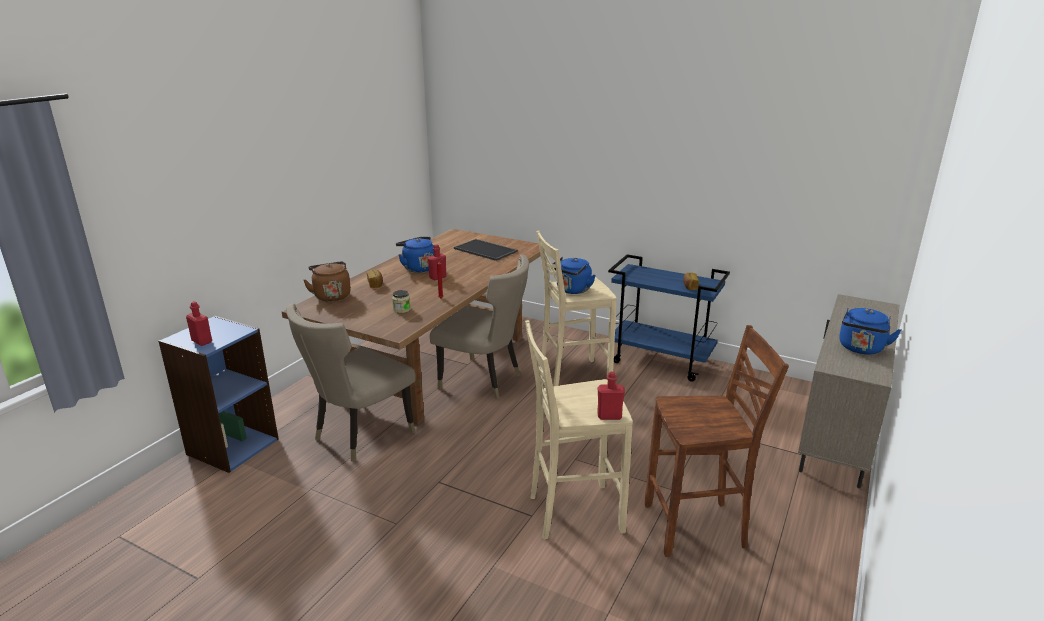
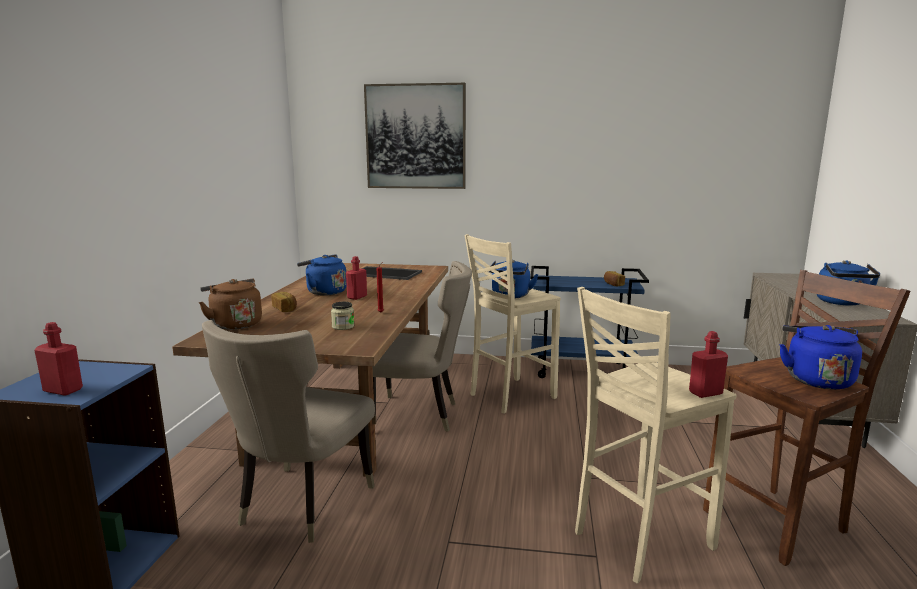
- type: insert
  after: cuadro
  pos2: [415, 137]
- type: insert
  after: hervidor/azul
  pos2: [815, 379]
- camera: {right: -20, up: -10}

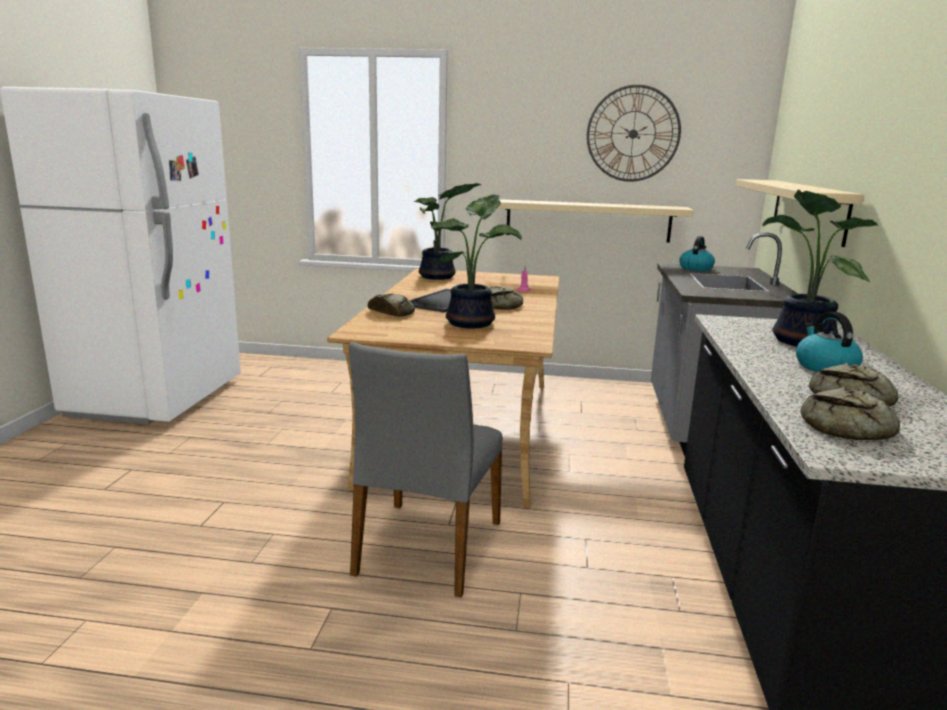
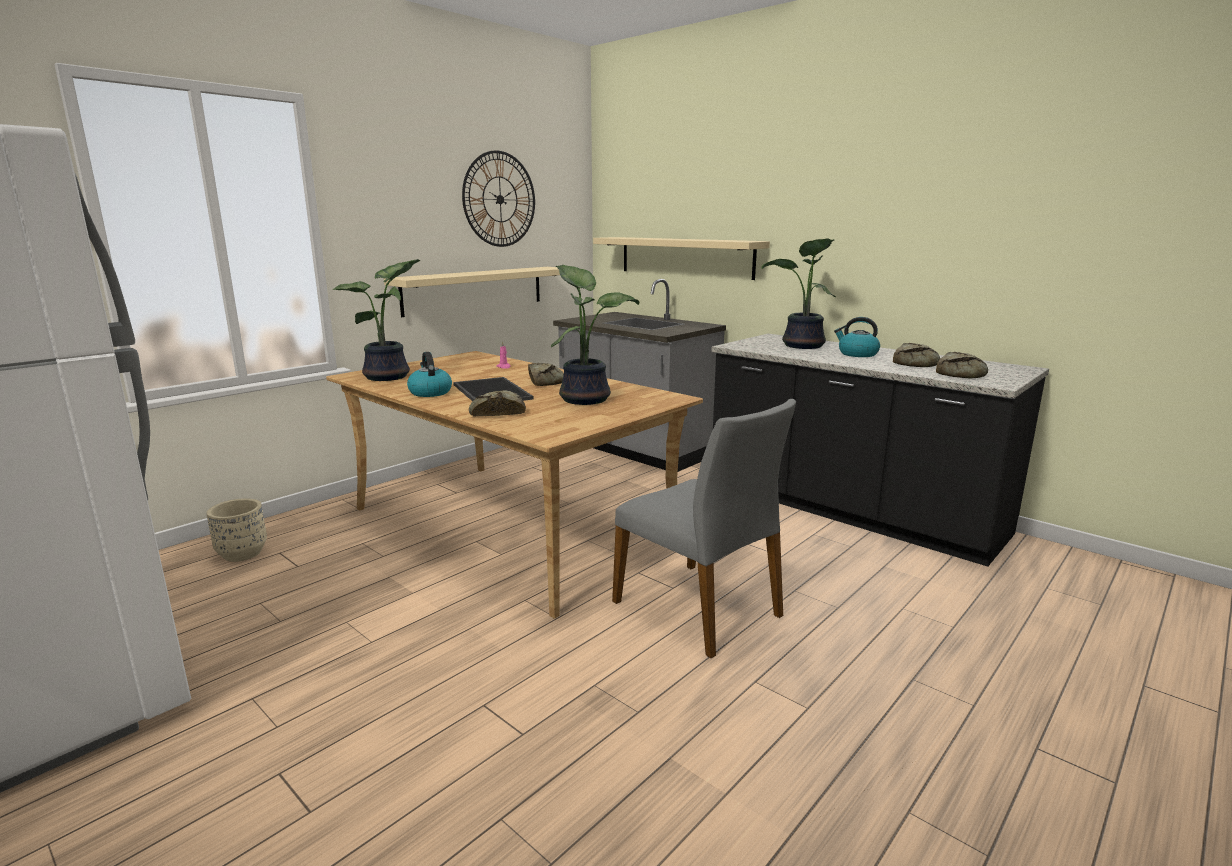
- type: move
  before: hervidor
  pos1: [696, 268]
  pos2: [430, 392]
- type: insert
  after: maceta/beis
  pos2: [242, 553]
- camera: {right: -55, up: 0}

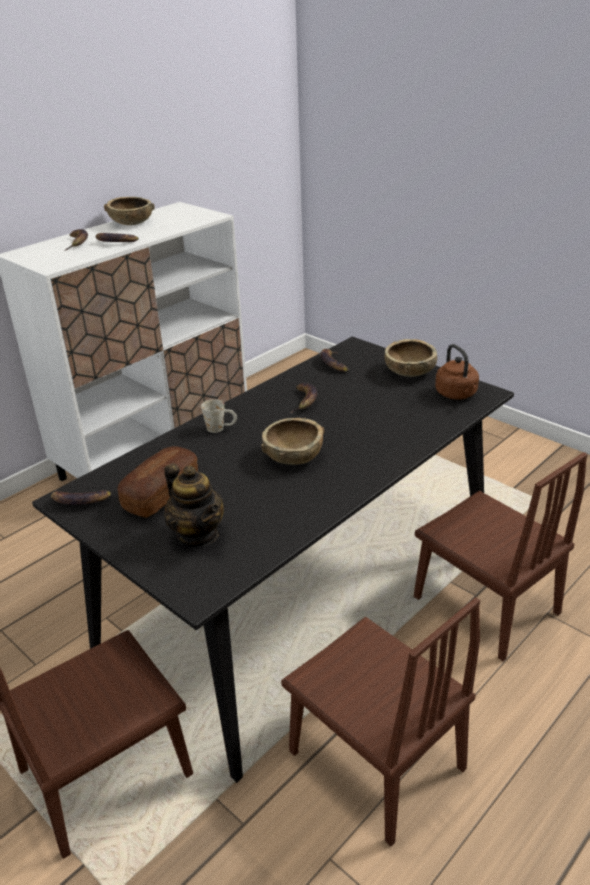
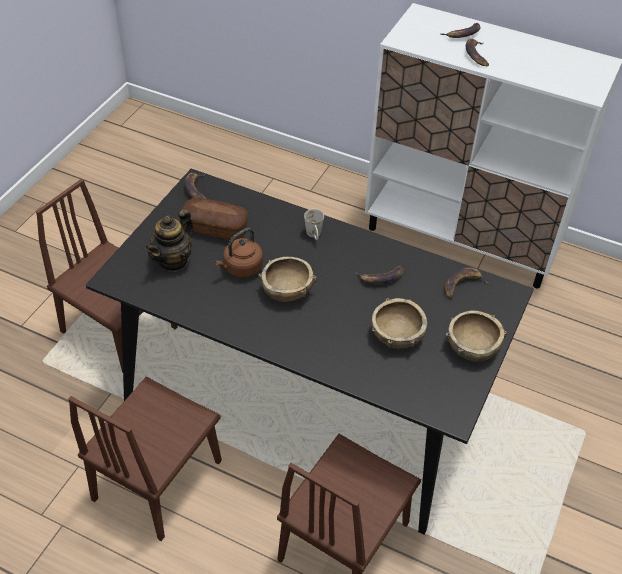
- type: move
  before: cuenco/marrón
  pos1: [131, 223]
  pos2: [397, 334]
- type: move
  before: hervidor/marrón
  pos1: [457, 394]
  pos2: [241, 269]
- camera: {right: 70, up: 15}

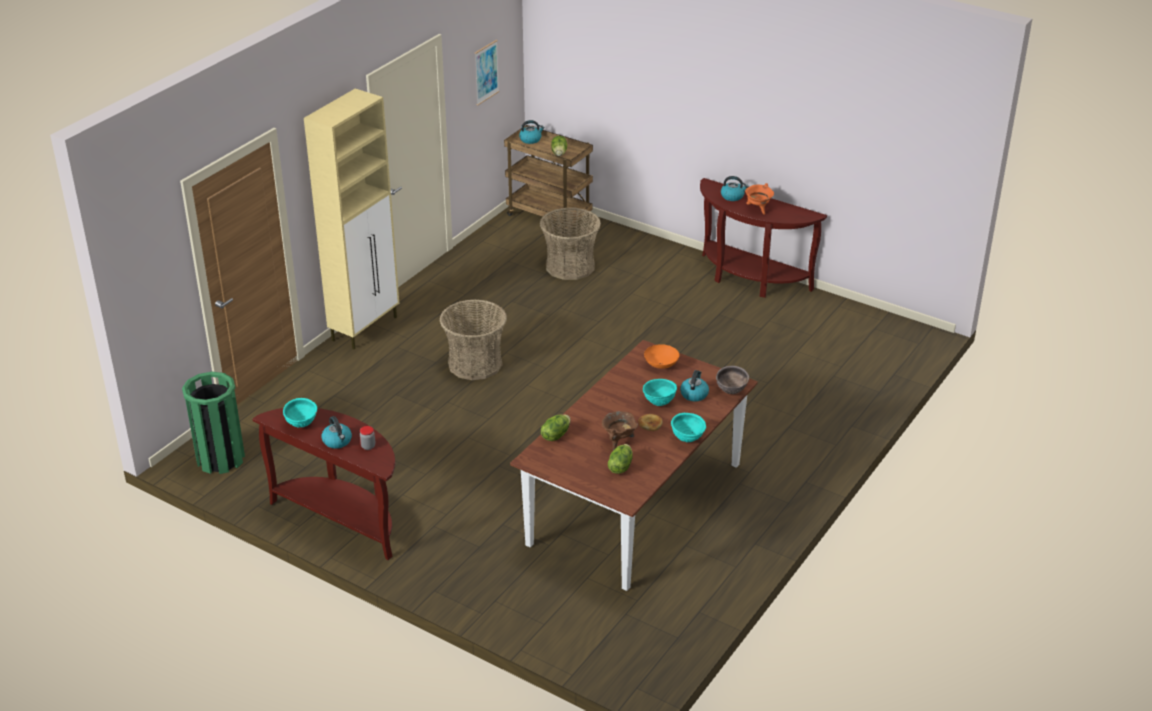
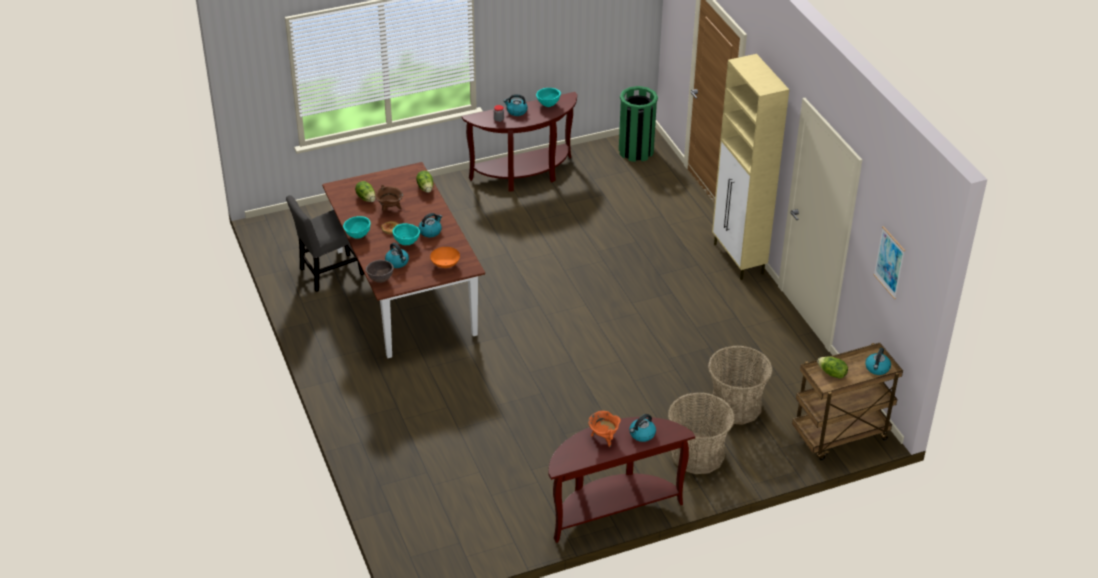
- type: move
  before: cesta
  pos1: [475, 364]
  pos2: [697, 454]
- type: insert
  after: silla/gris
  pos2: [328, 273]
- type: insert
  after: hervidor
  pos2: [430, 231]
- camera: {right: 125, up: 5}

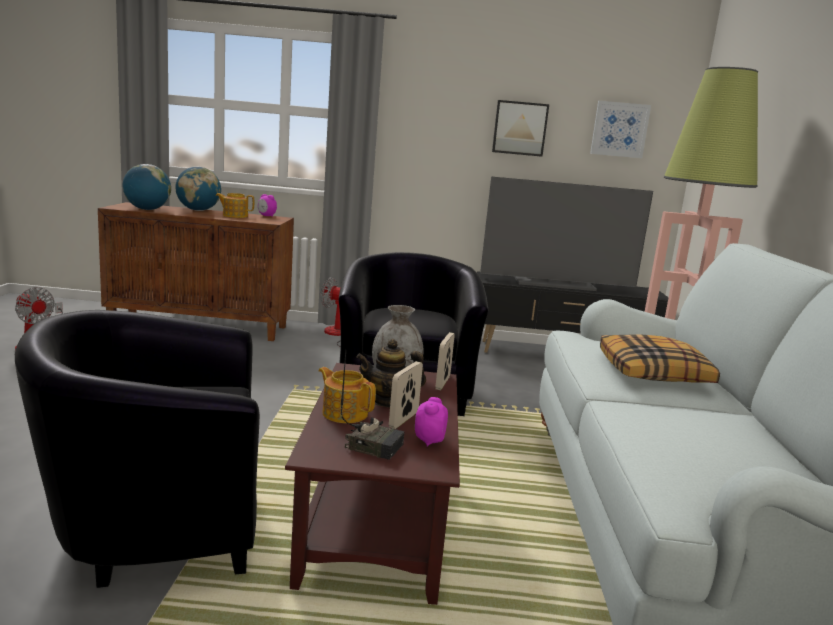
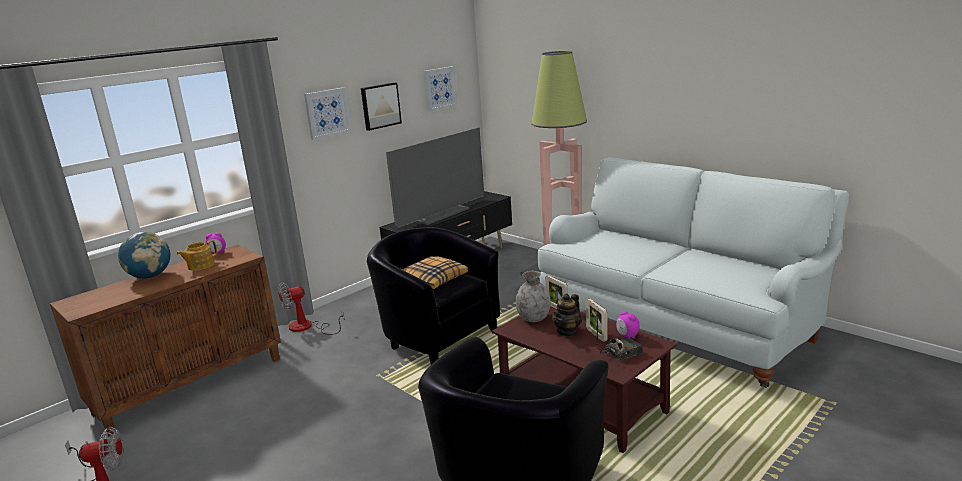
- type: delete
  before: globo terráqueo
  pos1: [147, 209]
- type: delete
  before: tetera
  pos1: [344, 413]
- type: move
  before: cojín
  pos1: [654, 372]
  pos2: [433, 279]
- type: insert
  after: cuadro
  pos2: [327, 113]
- camera: {right: -45, up: 5}

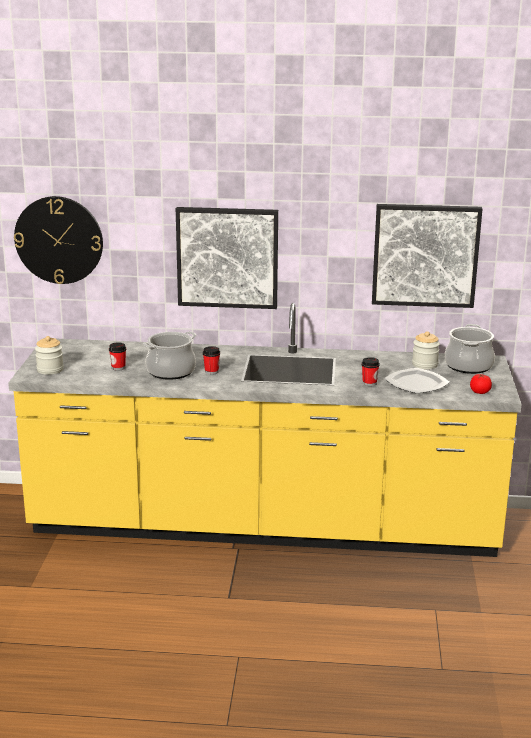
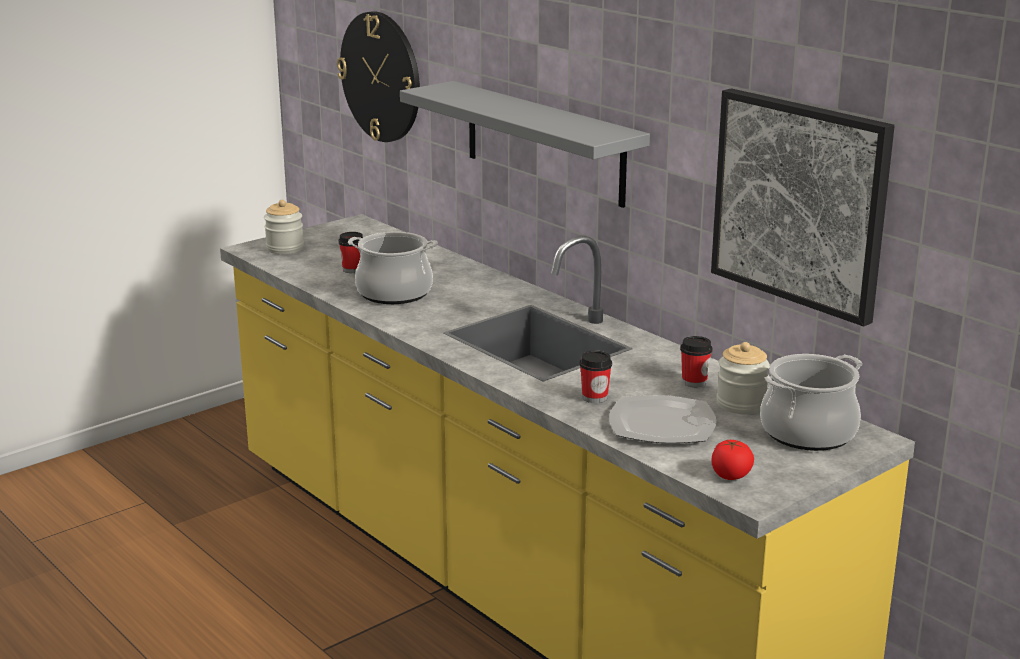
- type: replace
  before: cuadro
  after: estante/gris
  pos1: [227, 257]
  pos2: [544, 143]
- type: move
  before: taza
  pos1: [211, 371]
  pos2: [694, 382]
- camera: {right: 45, up: 0}

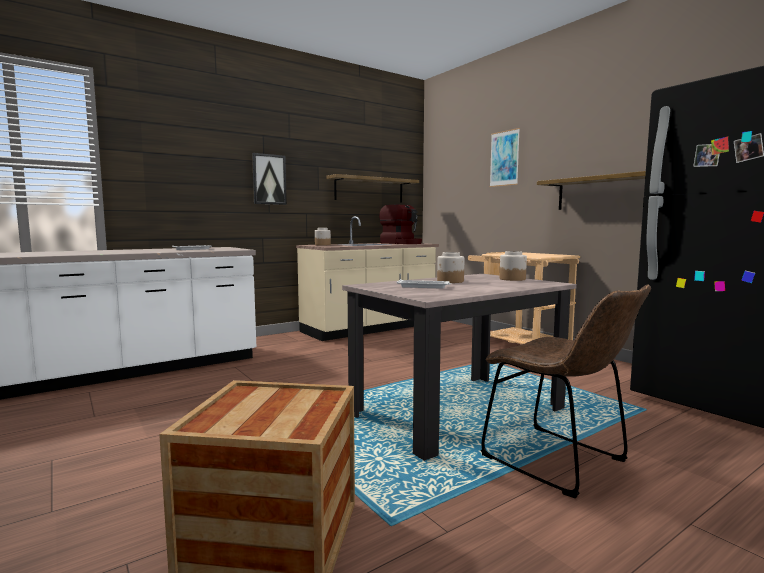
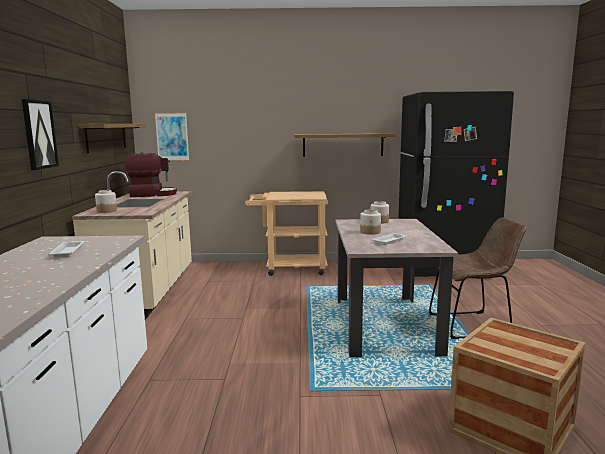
- type: move
  before: cuadro
  pos1: [504, 158]
  pos2: [172, 136]
- camera: {right: -55, up: 5}

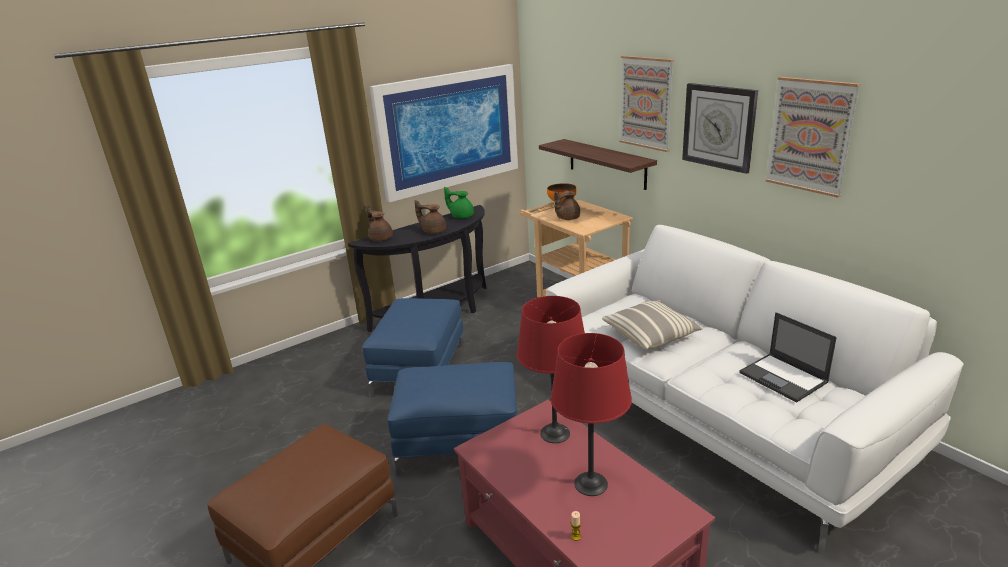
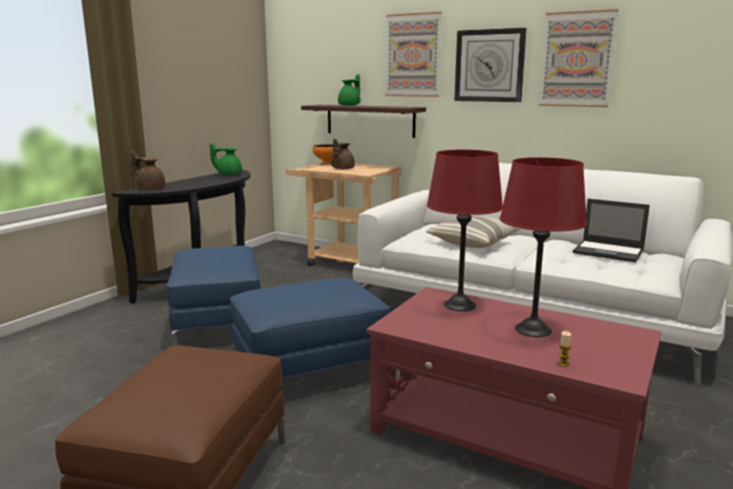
- type: delete
  before: cuadro
  pos1: [449, 130]
- type: delete
  before: tetera/marrón
  pos1: [433, 231]
- type: insert
  after: tetera/verde
  pos2: [350, 105]
- camera: {right: -25, up: -10}

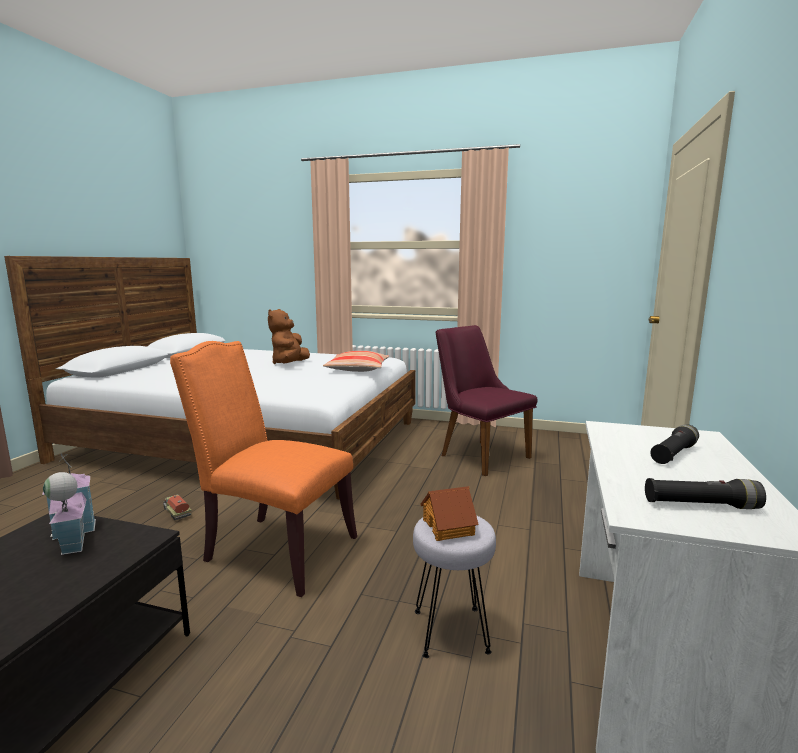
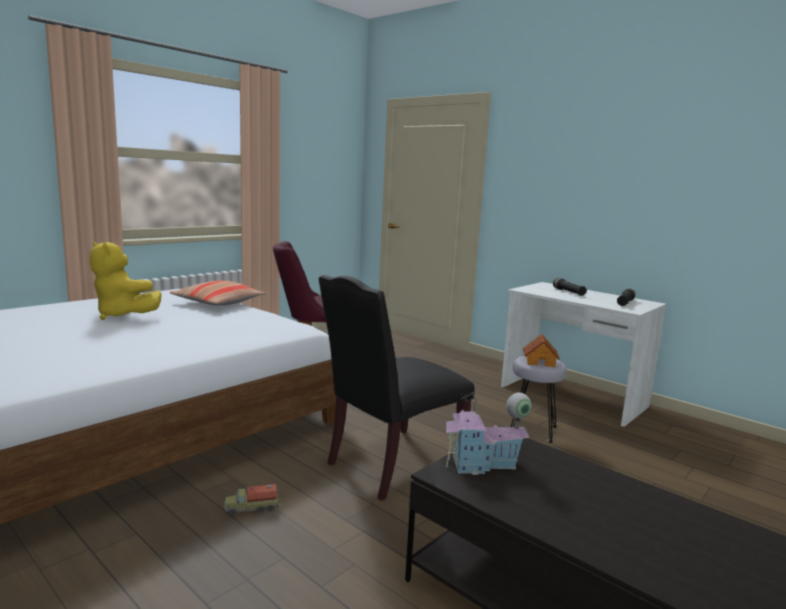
- type: recolor
  before: silla/naranja
  after: silla/negro
  pos1: [274, 549]
  pos2: [391, 465]
- type: recolor
  before: peluche/marrón
  after: peluche/amarillo
  pos1: [290, 364]
  pos2: [123, 315]
- camera: {right: -65, up: 0}

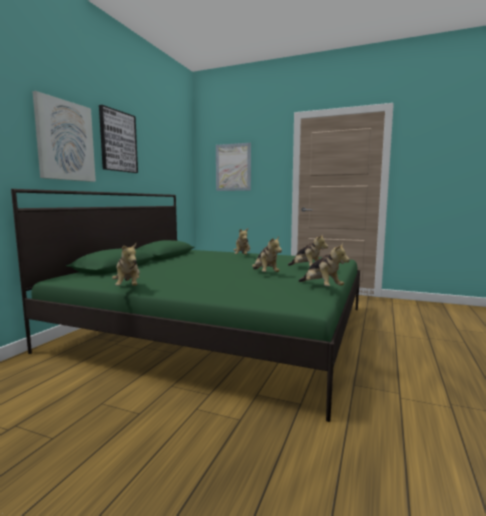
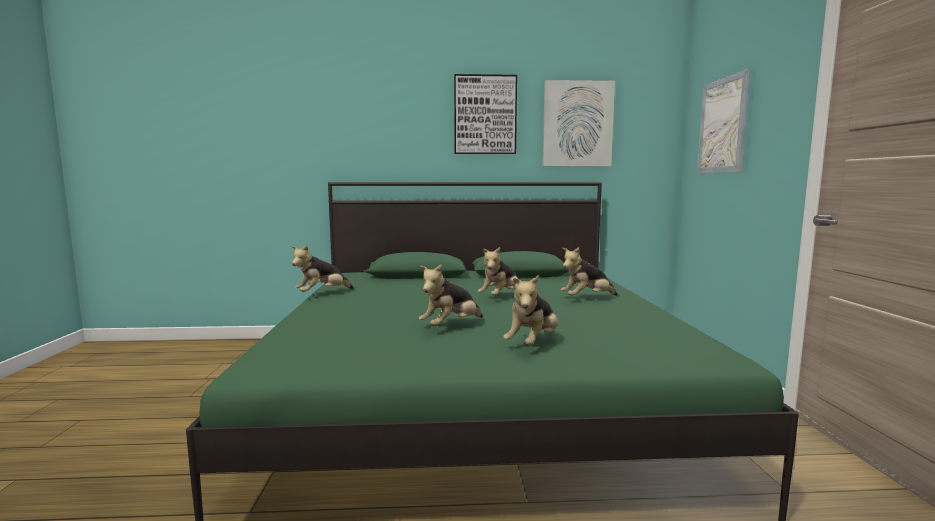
- type: move
  before: cuadro
  pos1: [65, 141]
  pos2: [577, 124]
- type: move
  before: peluche
  pos1: [321, 288]
  pos2: [500, 297]
- camera: {right: 65, up: 0}

